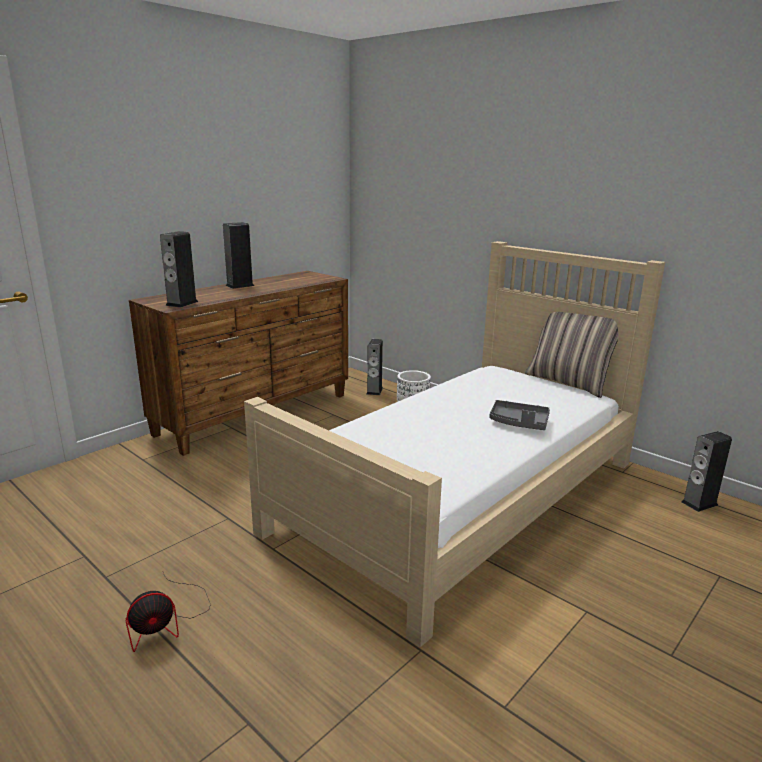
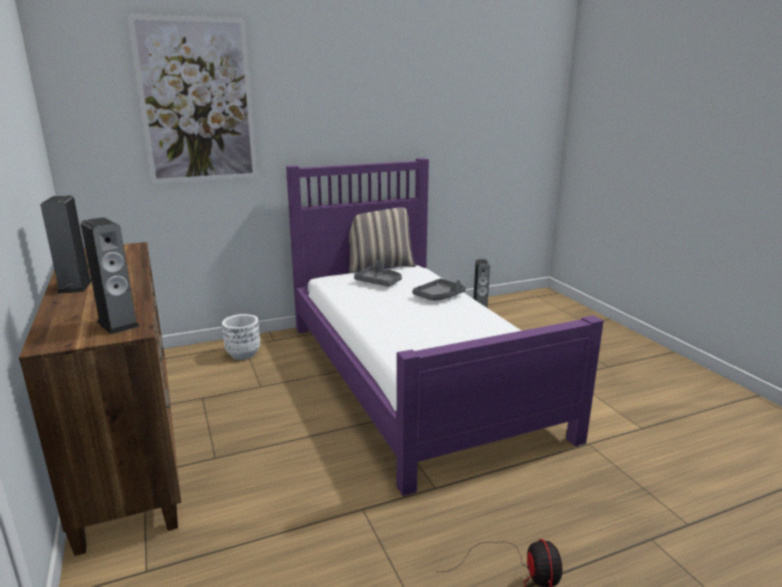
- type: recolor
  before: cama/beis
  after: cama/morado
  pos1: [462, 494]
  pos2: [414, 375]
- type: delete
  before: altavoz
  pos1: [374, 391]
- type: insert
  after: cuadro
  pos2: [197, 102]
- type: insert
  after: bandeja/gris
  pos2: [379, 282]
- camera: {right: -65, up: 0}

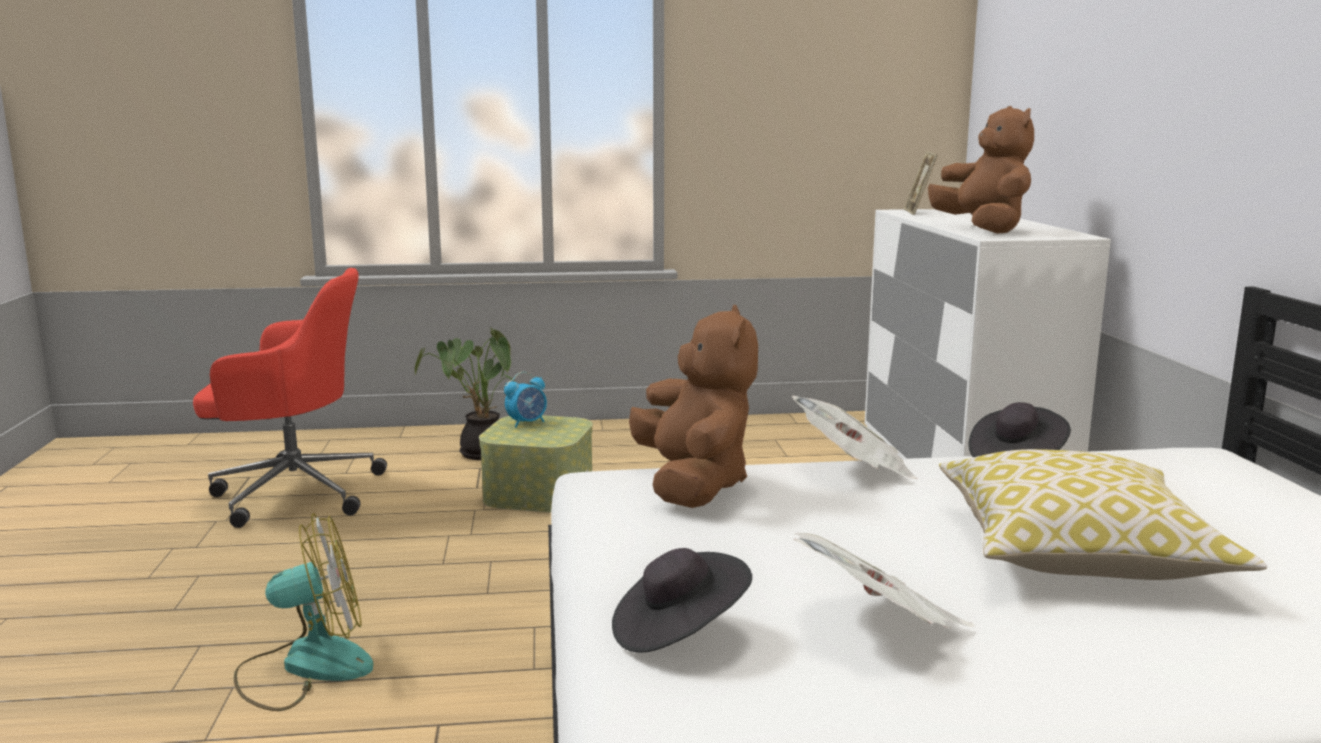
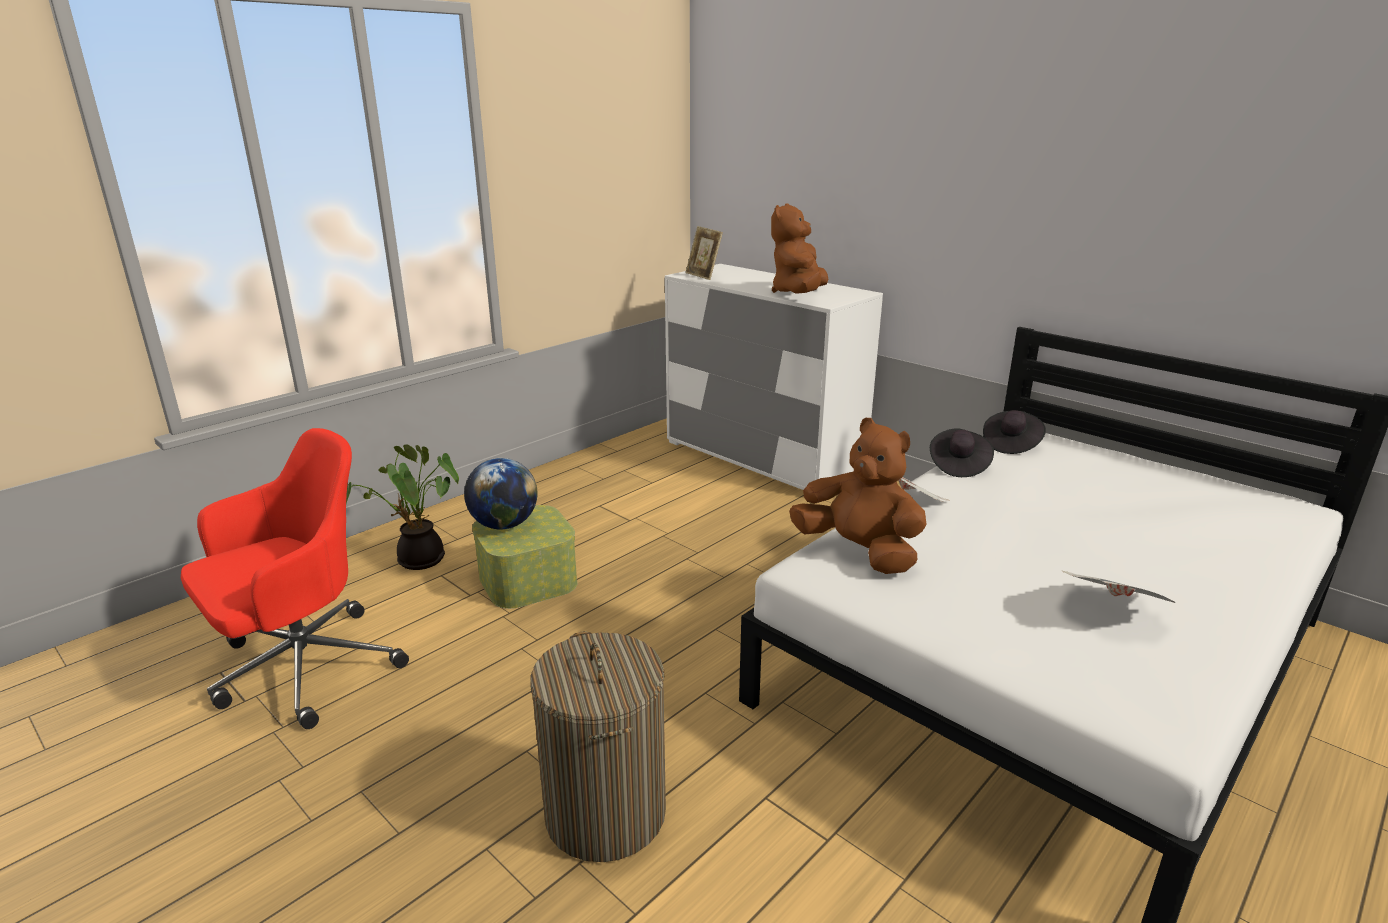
- type: replace
  before: ventilador
  after: cesto de la ropa
  pos1: [305, 667]
  pos2: [605, 813]
- type: replace
  before: despertador
  after: globo terráqueo
  pos1: [527, 423]
  pos2: [504, 525]
- type: move
  before: sombrero/negro
  pos1: [678, 632]
  pos2: [1010, 444]
- type: rotate
  before: peluche/marrón
  pos1: [983, 230]
  pos2: [798, 294]
  turn: -105
- type: delete
  before: cojín
  pos1: [1077, 552]
- camera: {right: -40, up: 10}

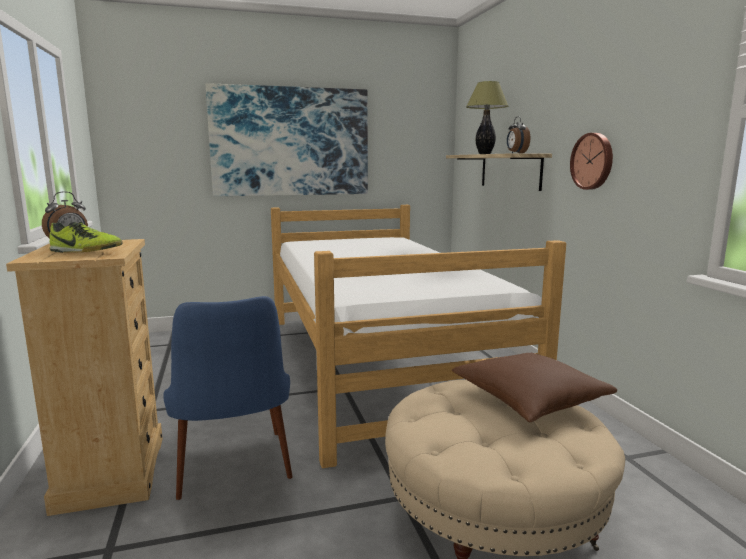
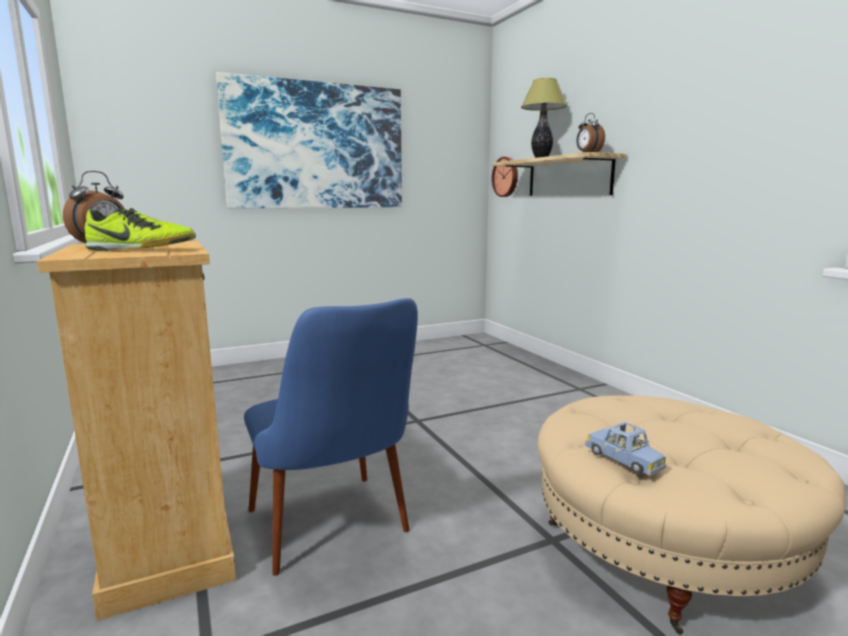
- type: delete
  before: cama
  pos1: [379, 363]
- type: delete
  before: cojín/marrón
  pos1: [529, 400]
- type: move
  before: reloj de pared
  pos1: [593, 161]
  pos2: [506, 177]
- type: insert
  after: coche de juguete/azul
  pos2: [624, 459]
- camera: {right: -10, up: 0}

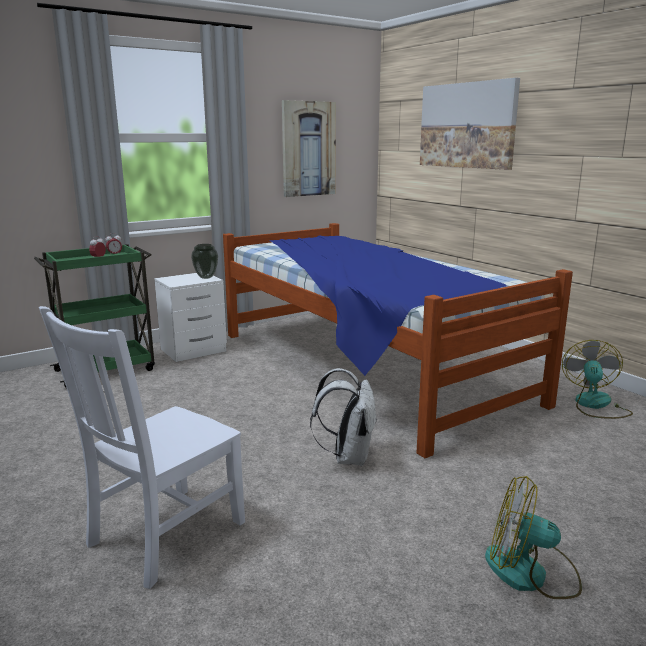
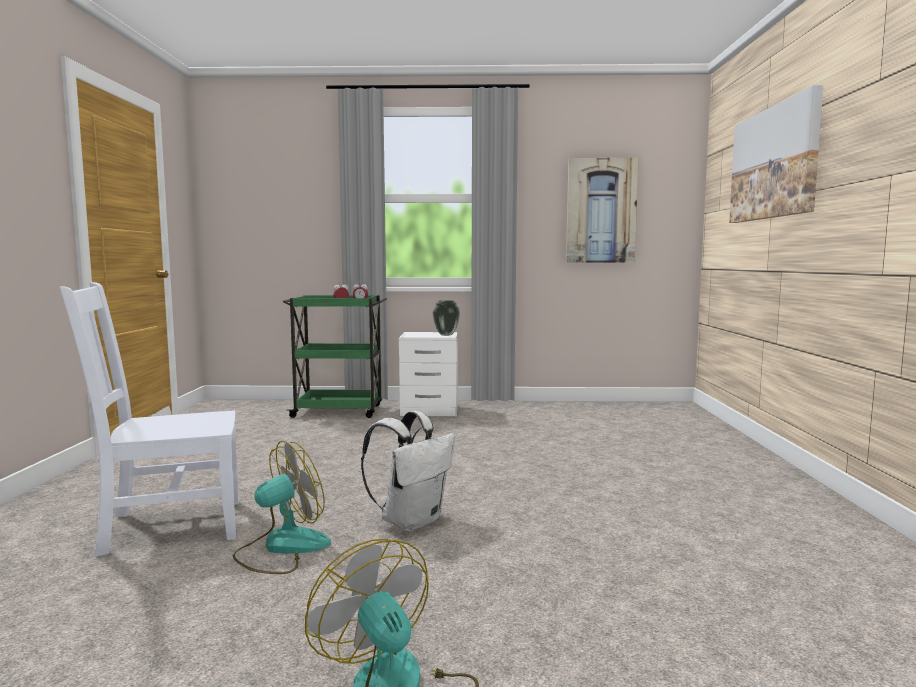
- type: delete
  before: cama
  pos1: [365, 366]
- type: move
  before: ventilador
  pos1: [595, 405]
  pos2: [282, 548]
- camera: {right: 35, up: -10}

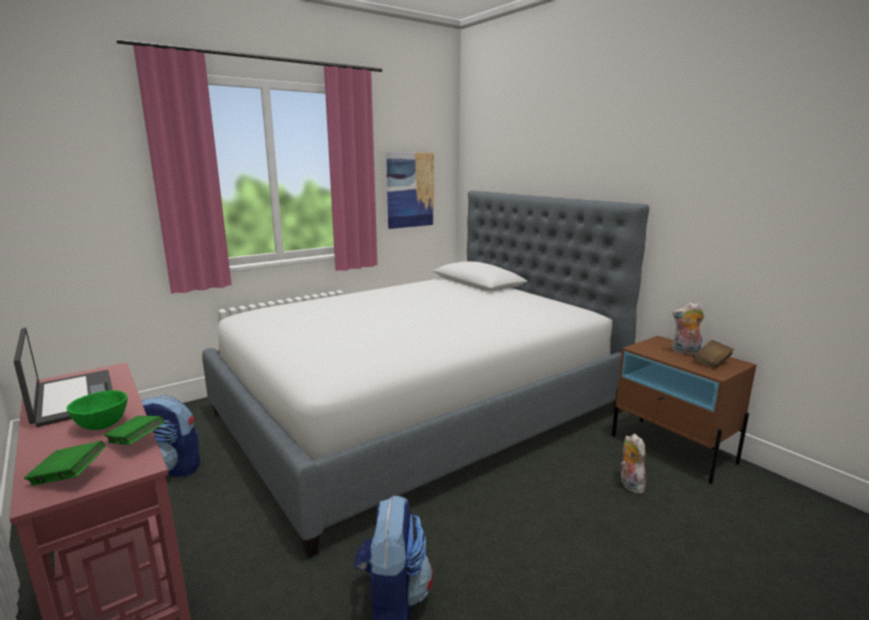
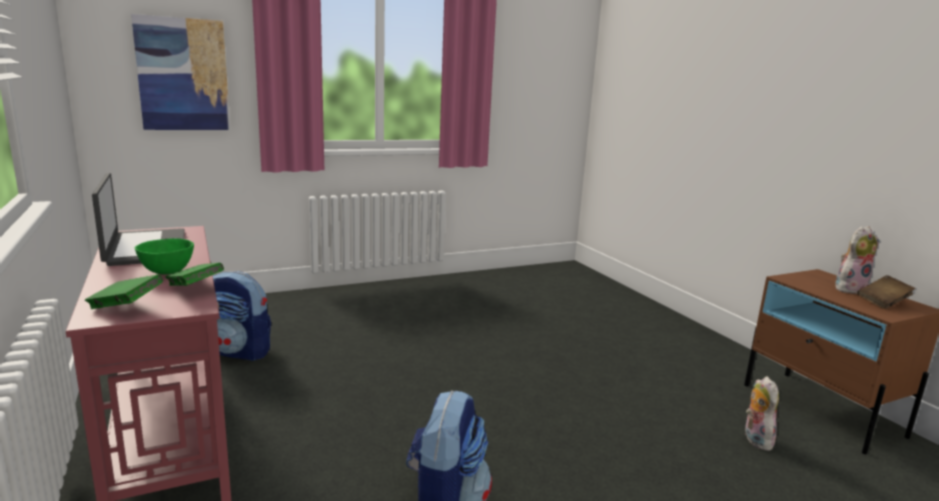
- type: delete
  before: cama
  pos1: [419, 412]
- type: move
  before: cuadro
  pos1: [410, 190]
  pos2: [183, 75]
- type: rotate
  before: peluche
  pos1: [685, 352]
  pos2: [849, 289]
  turn: 135
- camera: {right: 10, up: 0}

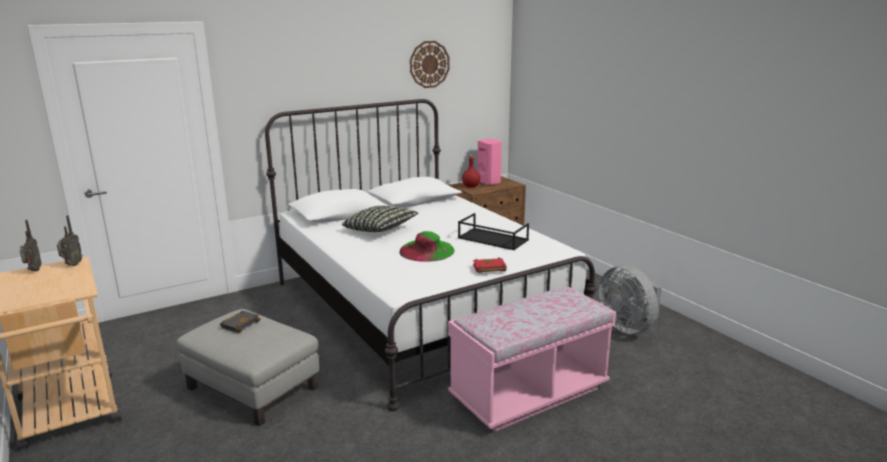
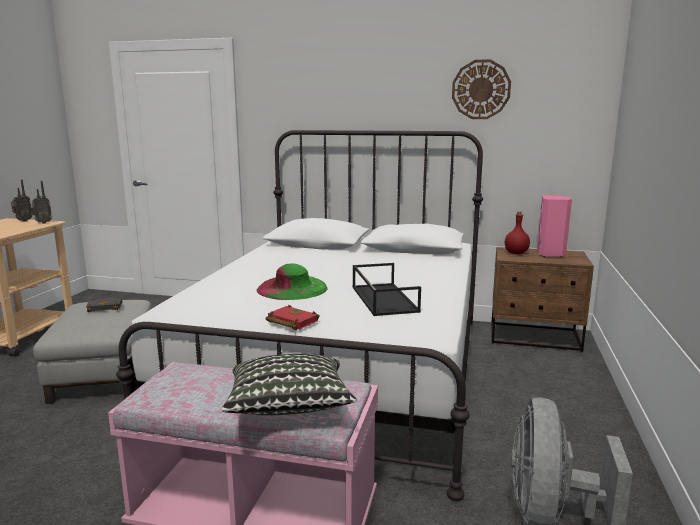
- type: move
  before: cojín
  pos1: [380, 230]
  pos2: [288, 407]
- camera: {right: 45, up: -5}

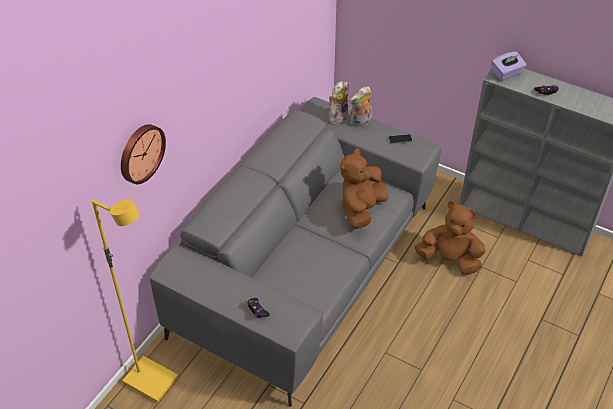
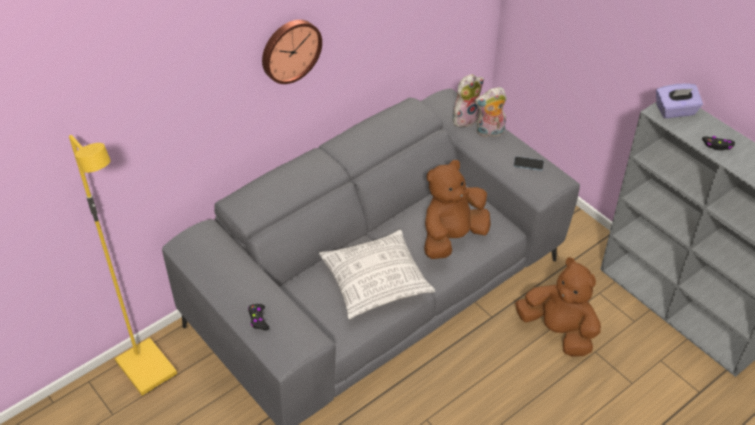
- type: move
  before: reloj de pared
  pos1: [140, 153]
  pos2: [290, 50]
- type: insert
  after: cojín
  pos2: [376, 282]
- camera: {right: 20, up: 0}

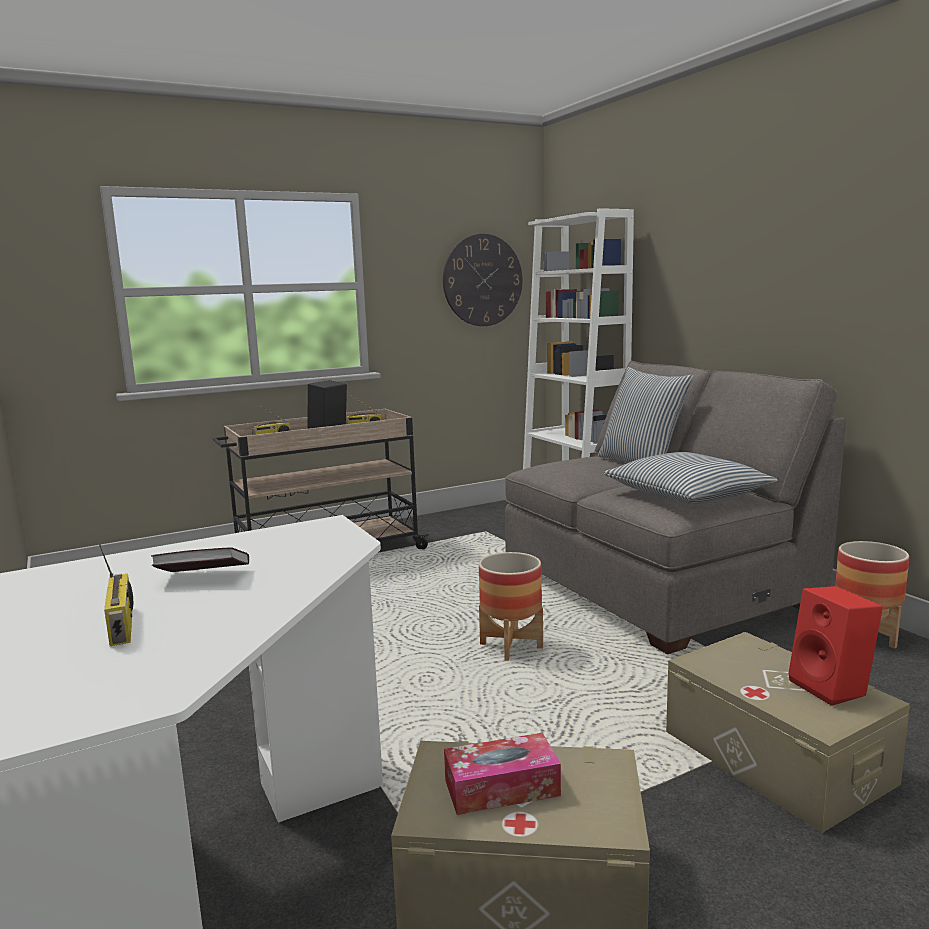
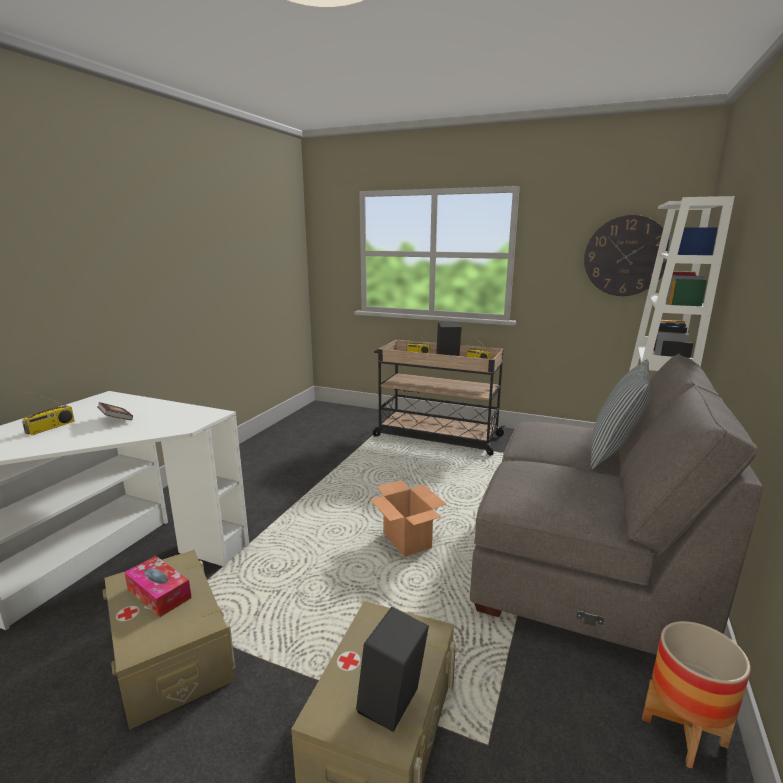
- type: replace
  before: maceta
  after: caja de cartón
  pos1: [511, 646]
  pos2: [407, 541]
- type: delete
  before: cojín
  pos1: [686, 494]
- type: recolor
  before: altavoz/rojo
  after: altavoz/negro
  pos1: [833, 688]
  pos2: [392, 706]
- camera: {right: 50, up: 5}

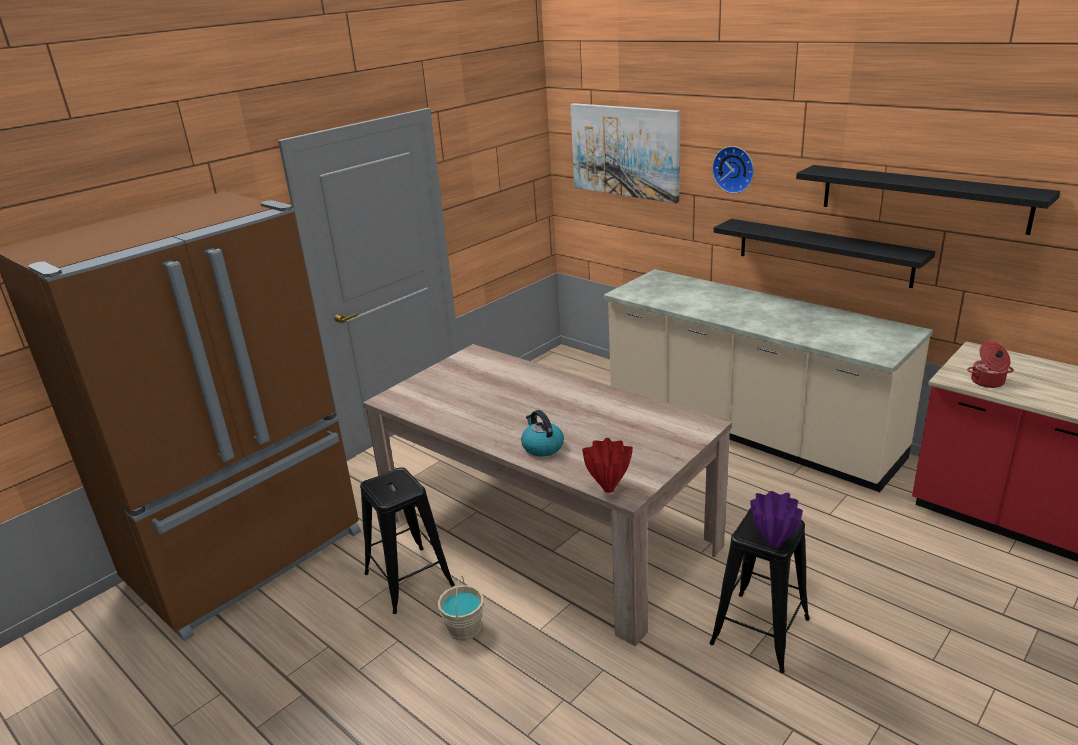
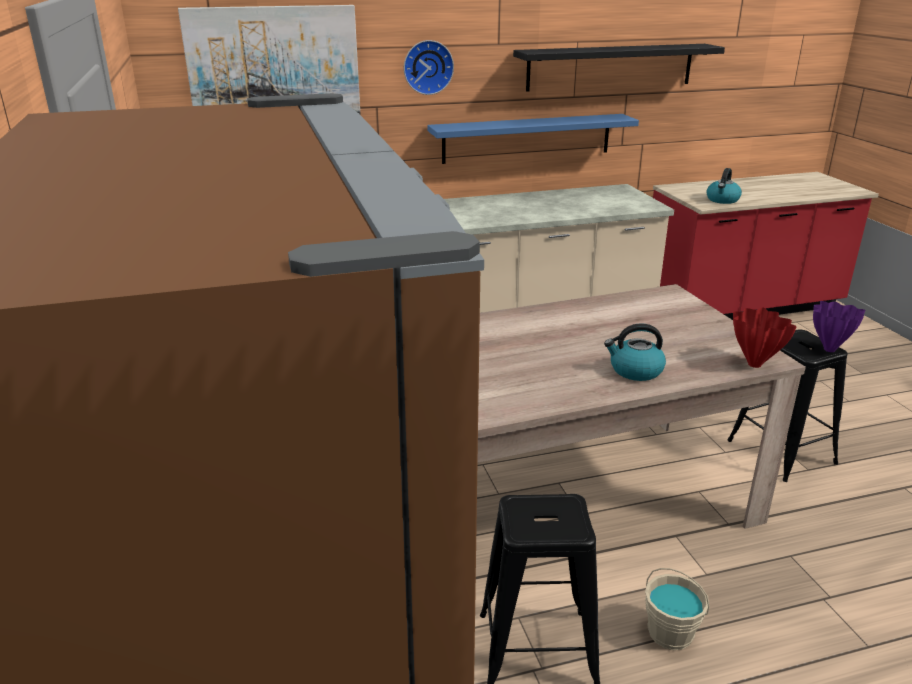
- type: recolor
  before: estante/negro
  after: estante/azul
  pos1: [823, 252]
  pos2: [527, 138]
- type: replace
  before: olla
  after: hervidor
  pos1: [988, 382]
  pos2: [722, 200]
- camera: {right: -60, up: 0}

